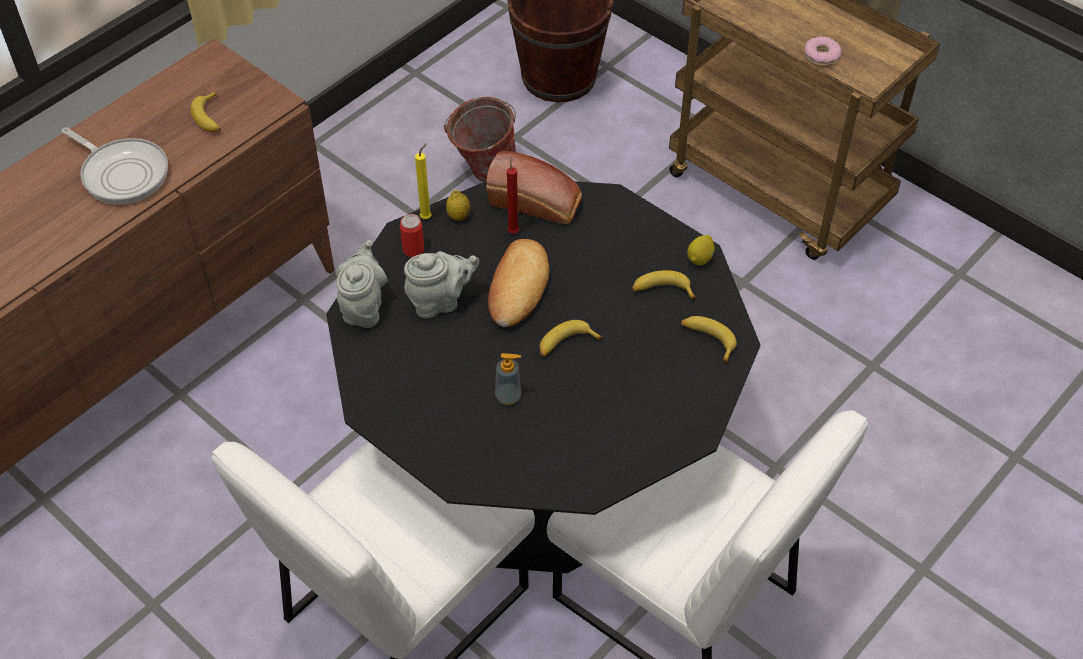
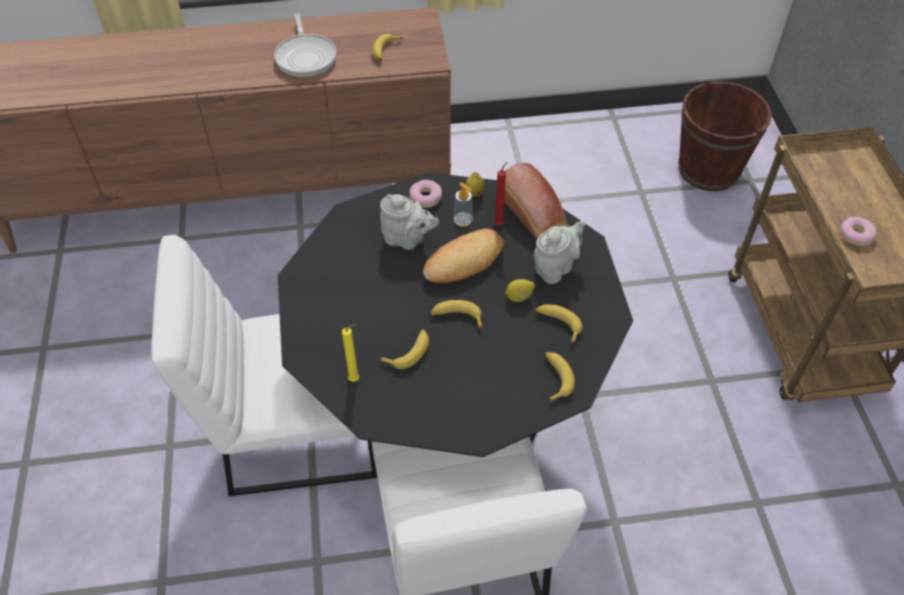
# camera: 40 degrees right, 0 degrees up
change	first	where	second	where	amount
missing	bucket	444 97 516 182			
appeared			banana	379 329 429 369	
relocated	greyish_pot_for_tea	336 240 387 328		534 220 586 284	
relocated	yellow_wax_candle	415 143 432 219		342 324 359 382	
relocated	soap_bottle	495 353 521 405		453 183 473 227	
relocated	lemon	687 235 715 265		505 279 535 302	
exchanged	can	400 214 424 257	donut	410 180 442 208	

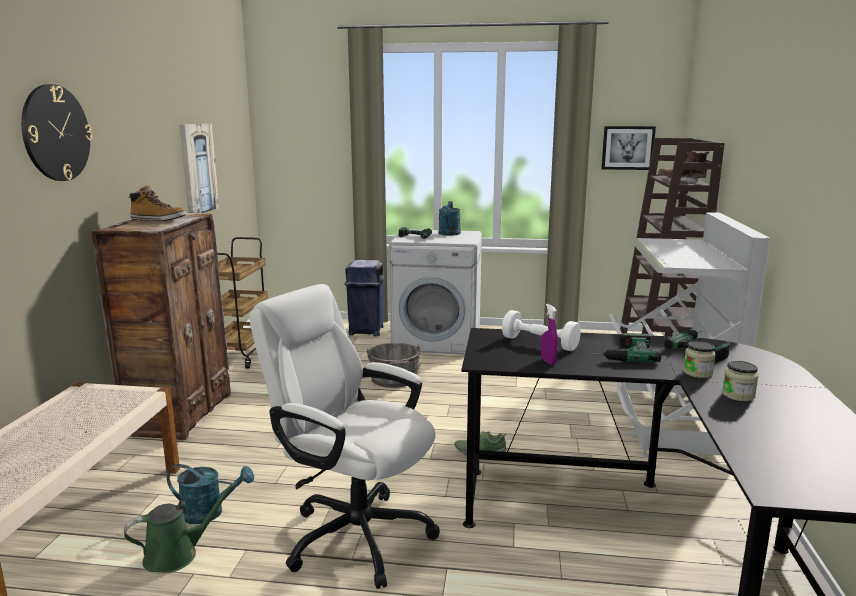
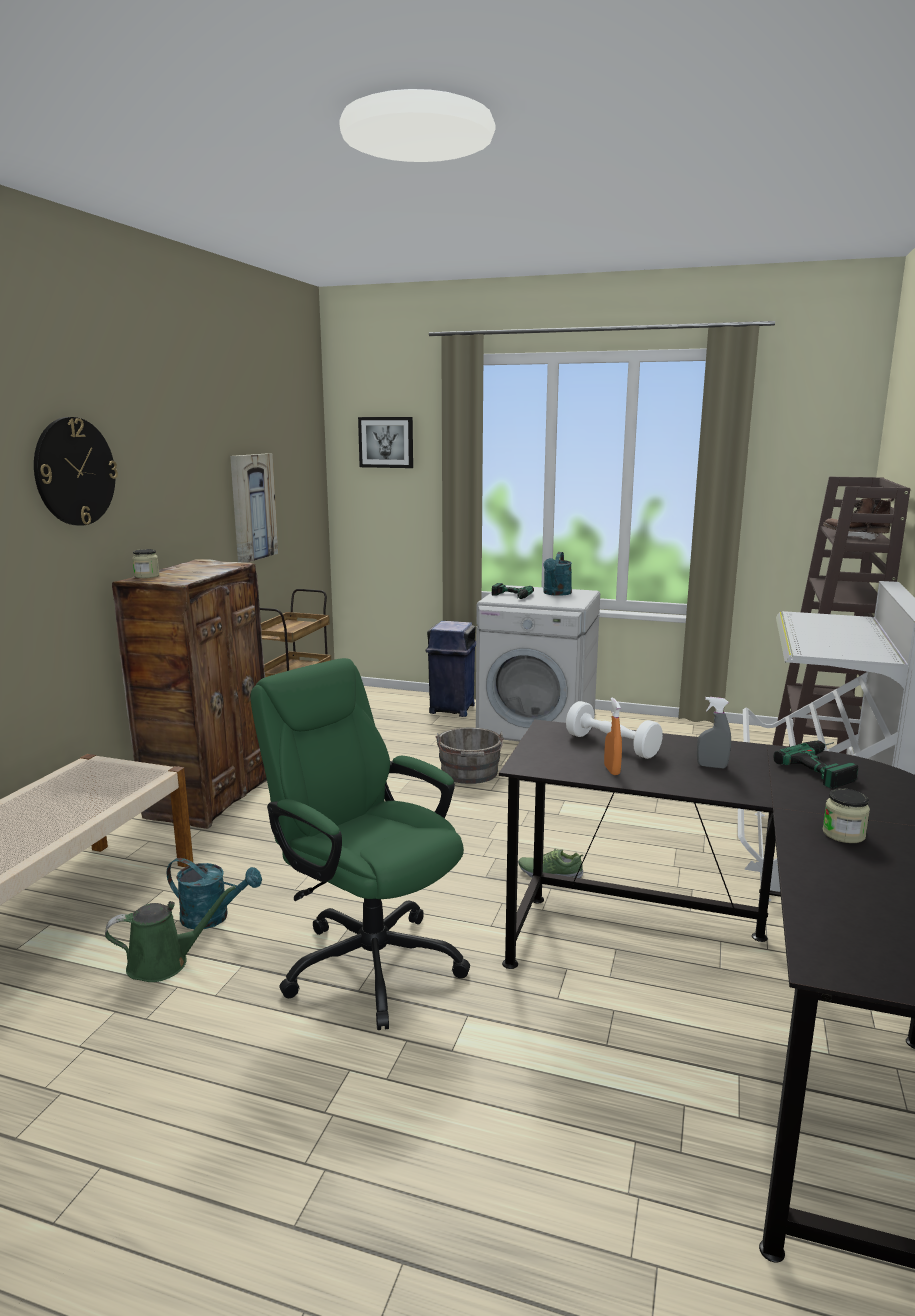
# camera: 10 degrees right, 0 degrees up
change	first	where	second	where	amount
missing	boot	128 185 186 221			
relocated	wall_art	601 126 656 170		358 417 413 468	
relocated	jar	683 341 715 378		132 549 160 578	
exchanged	drill	590 333 661 362	greyish_sprayer	697 697 731 769	
colour	whitish_desk_chair	249 284 440 589	green_desk_chair	251 658 470 1030	
colour	purple-coloured_sprayer	541 304 558 365	orange-coloured_sprayer	604 698 622 775	

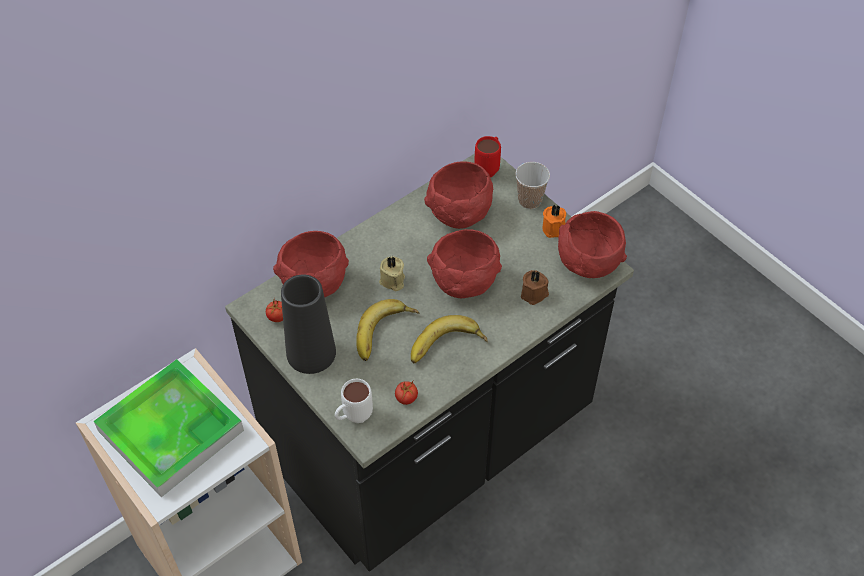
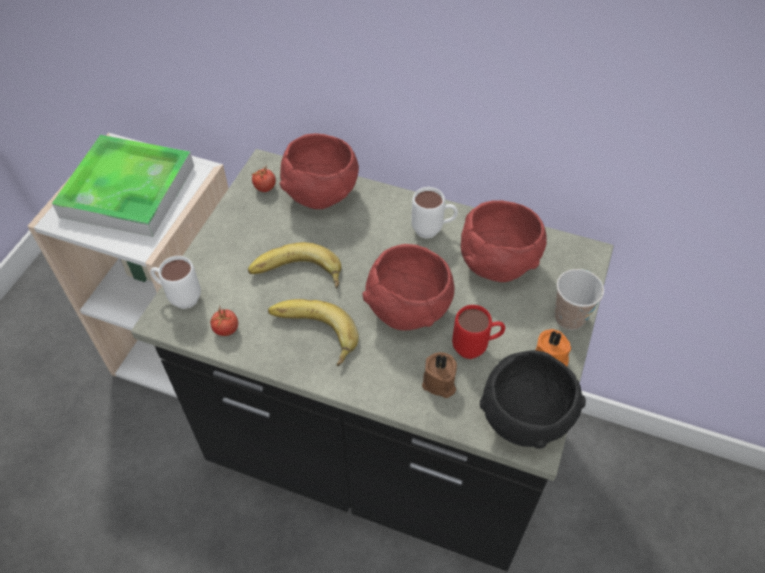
# camera: 60 degrees right, 0 degrees up
change	first	where	second	where	amount
missing	black-coloured_decorative_vase	281 275 336 374			
missing	beige_wax_candle	379 256 405 291			
appeared			whitish_mug	411 187 458 239	
relocated	reddish_mug	474 136 501 177		452 305 505 359	
colour	reddish_deep_dish	558 211 627 278	black-coloured_deep_dish	480 350 586 449	

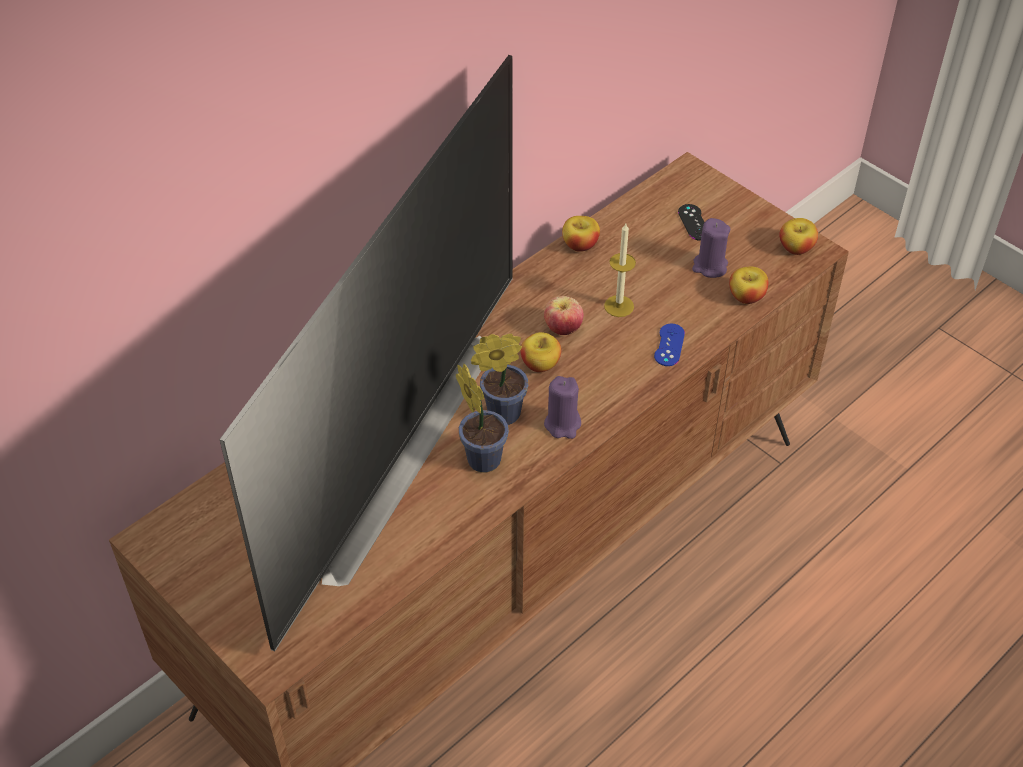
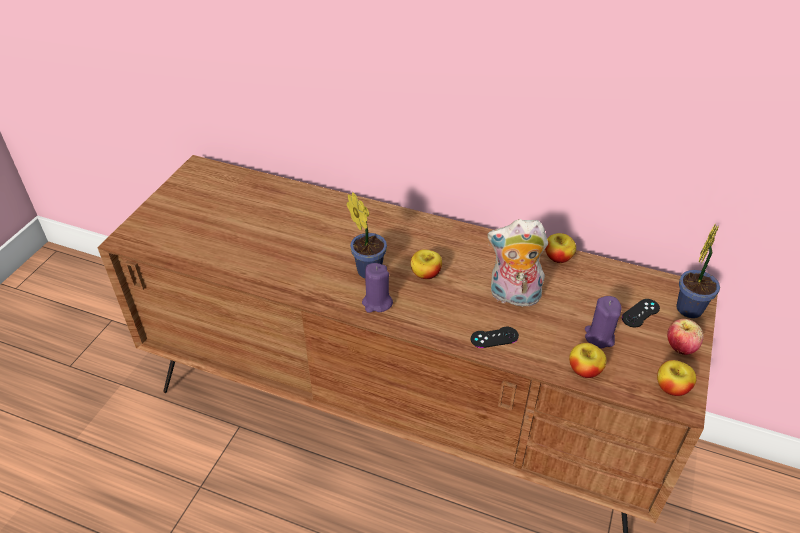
# camera: 65 degrees right, 5 degrees down
change	first	where	second	where	amount
missing	TV_set	219 55 513 652			
relocated	potted_plant	456 364 509 473		676 224 720 318	
relocated	whole_apple	544 296 584 335		667 319 704 355	
exchanged	wax_candle	604 224 636 317	plush_toy	488 219 548 307	
colour	blue-coloured_joypad	654 324 685 366	black-coloured_joypad	471 327 519 348	

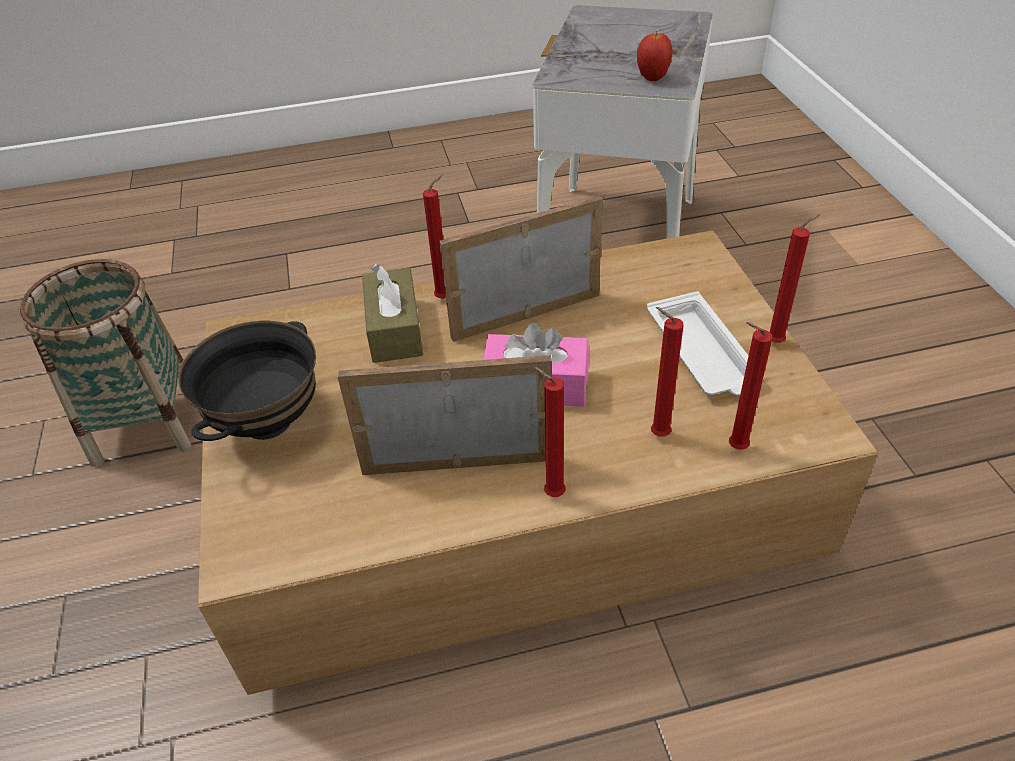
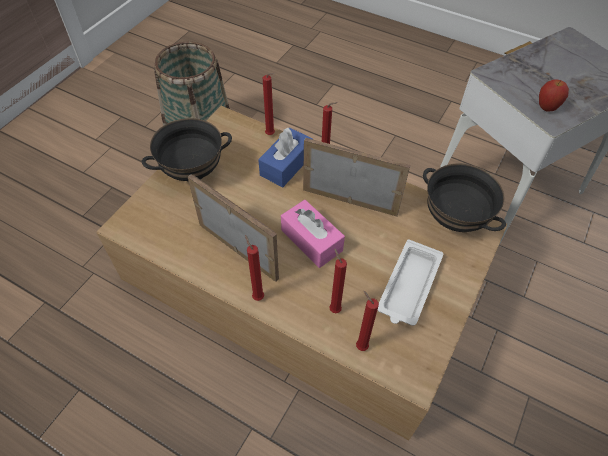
# camera: 40 degrees right, 10 degrees up
change	first	where	second	where	amount
appeared			black-coloured_deep_dish	423 163 506 232	
relocated	reddish_wax_candle	769 214 821 343		263 73 275 135	
colour	brown-coloured_tissue_holder	362 264 423 363	blue-coloured_tissue_holder	258 128 313 187	

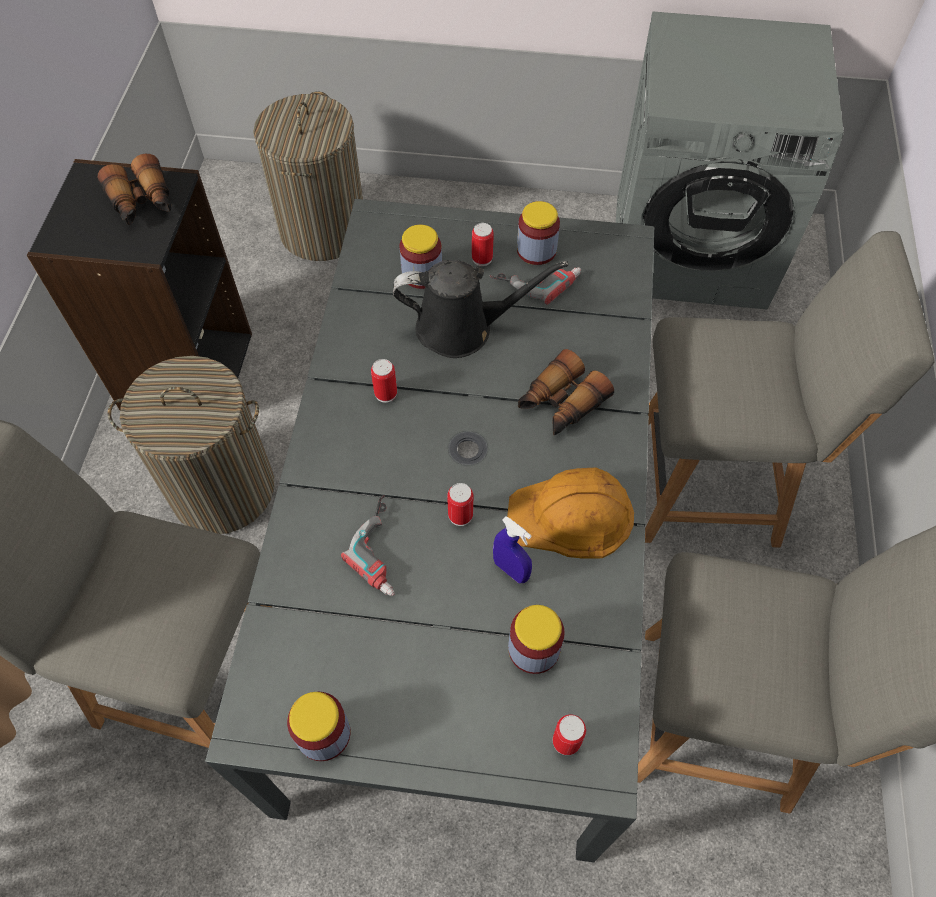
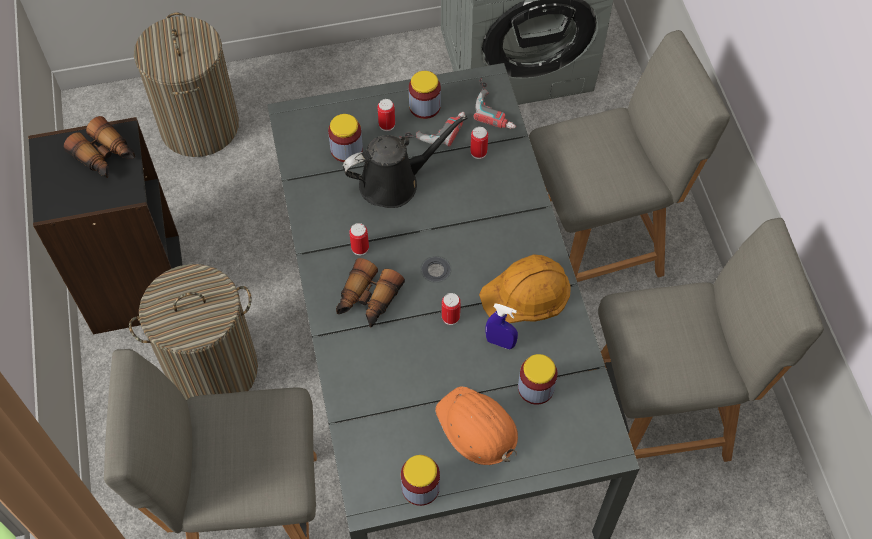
# camera: 20 degrees left, 0 degrees up
change	first	where	second	where	amount
appeared			orange-coloured_hard_hat	435 386 518 465	
relocated	drill	341 495 395 596		474 78 516 129	
relocated	pair_of_binoculars	518 349 614 435		336 258 405 327	
relocated	can	553 714 586 755		470 127 488 159	

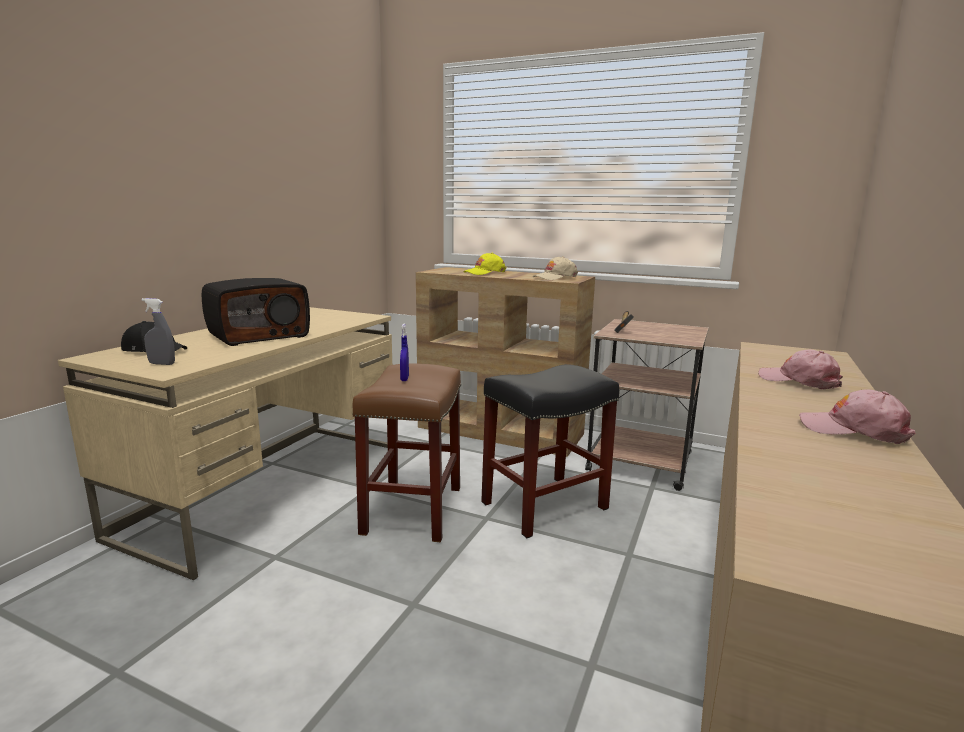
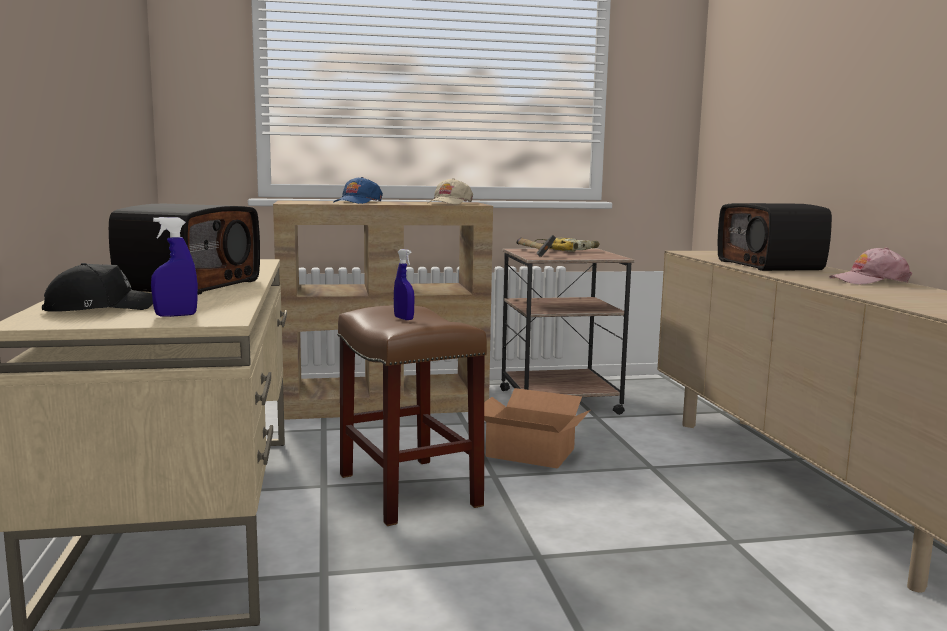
# camera: 35 degrees left, 5 degrees down
change	first	where	second	where	amount
appeared			drill	534 237 600 252	
exchanged	black-coloured_stool	481 364 619 538	cardboard_box	484 388 590 469	
exchanged	pinkish_cap	758 350 843 390	radio_set	718 203 832 271	
colour	greyish_sprayer	142 298 175 365	blue-coloured_sprayer	151 217 198 317	
colour	yellow_cap	463 253 507 275	blue-coloured_cap	333 177 383 204	

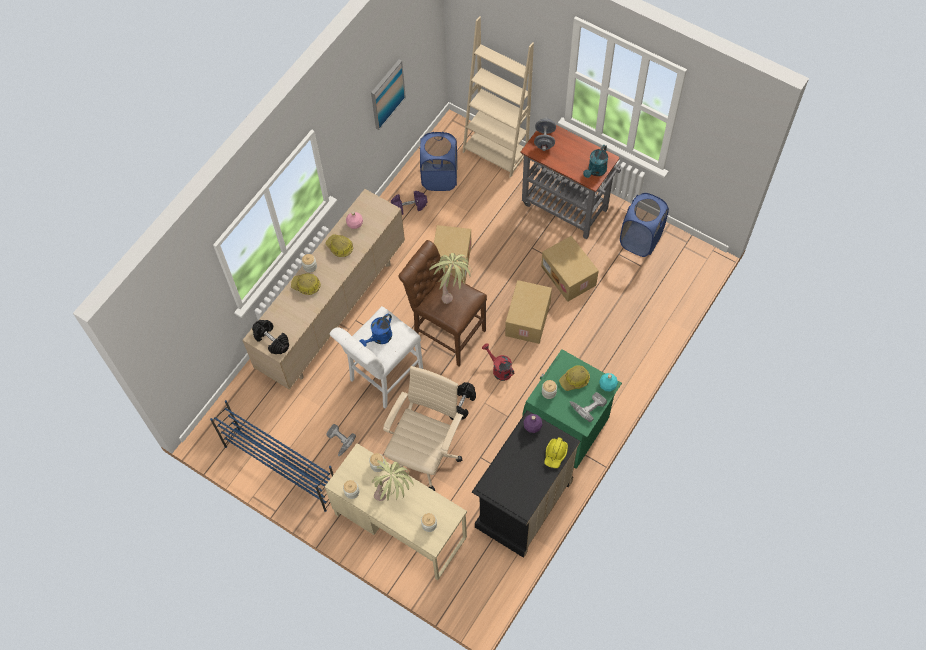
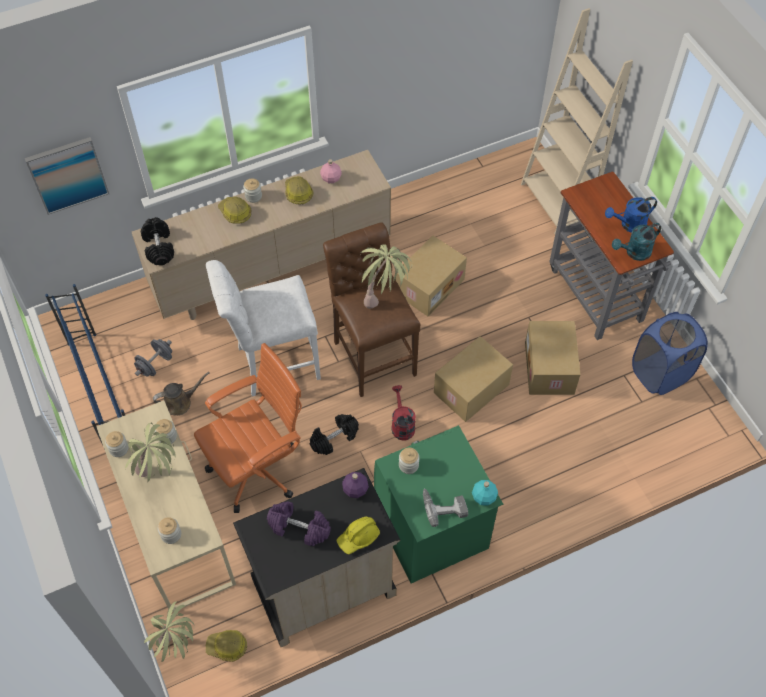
# camera: 30 degrees right, 5 degrees down
change	first	where	second	where	amount
missing	blue-coloured_washing_basket	420 132 457 191			
appeared			potted_plant	144 601 194 662	
relocated	blue-coloured_watering_pot	359 313 392 347		605 197 657 233	
relocated	wall_art	371 60 406 130		25 137 109 215	
relocated	purple-coloured_dumbbell	390 191 428 215		267 501 331 546	
relocated	greyish_dumbbell	534 117 556 151		134 339 172 377	
relocated	hard_hat	559 366 590 391		206 630 247 662	
exchanged	drill	326 424 356 456	brown-coloured_watering_pot	153 372 209 416	
colour	beige_desk_chair	383 366 464 491	orange-coloured_desk_chair	194 343 302 513	

